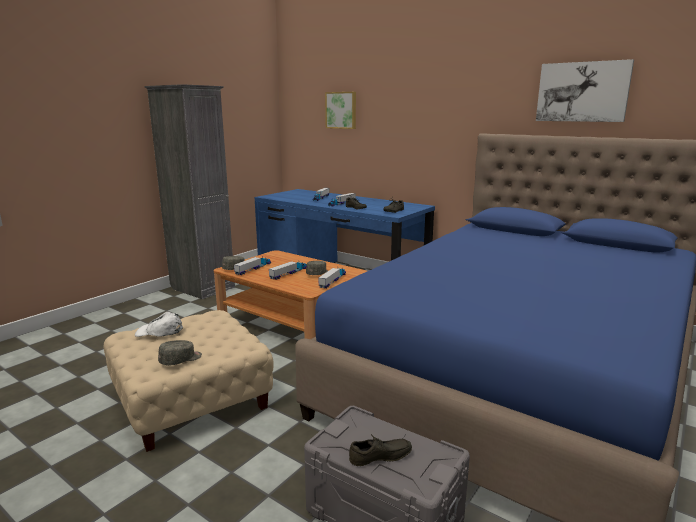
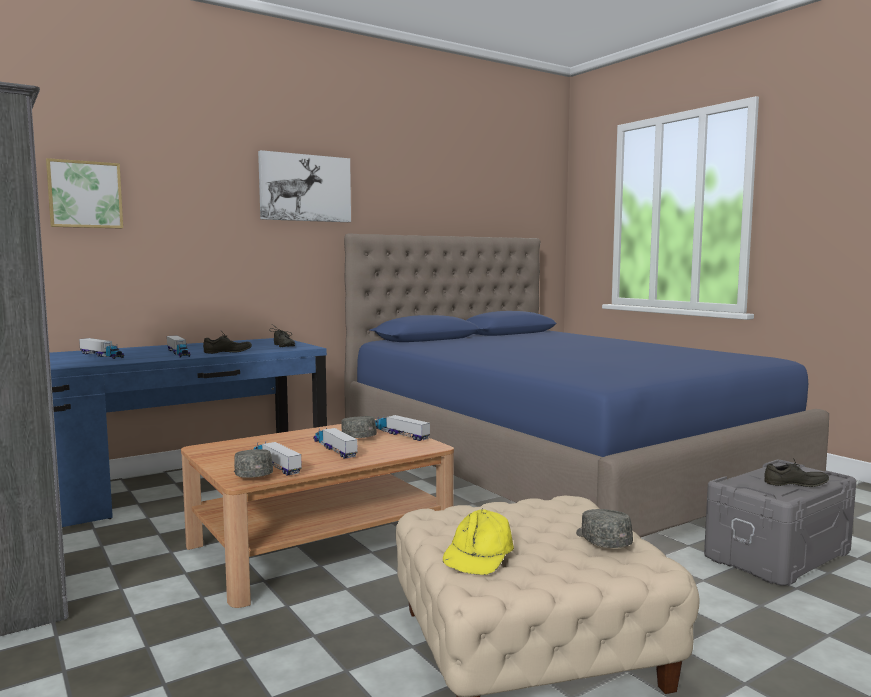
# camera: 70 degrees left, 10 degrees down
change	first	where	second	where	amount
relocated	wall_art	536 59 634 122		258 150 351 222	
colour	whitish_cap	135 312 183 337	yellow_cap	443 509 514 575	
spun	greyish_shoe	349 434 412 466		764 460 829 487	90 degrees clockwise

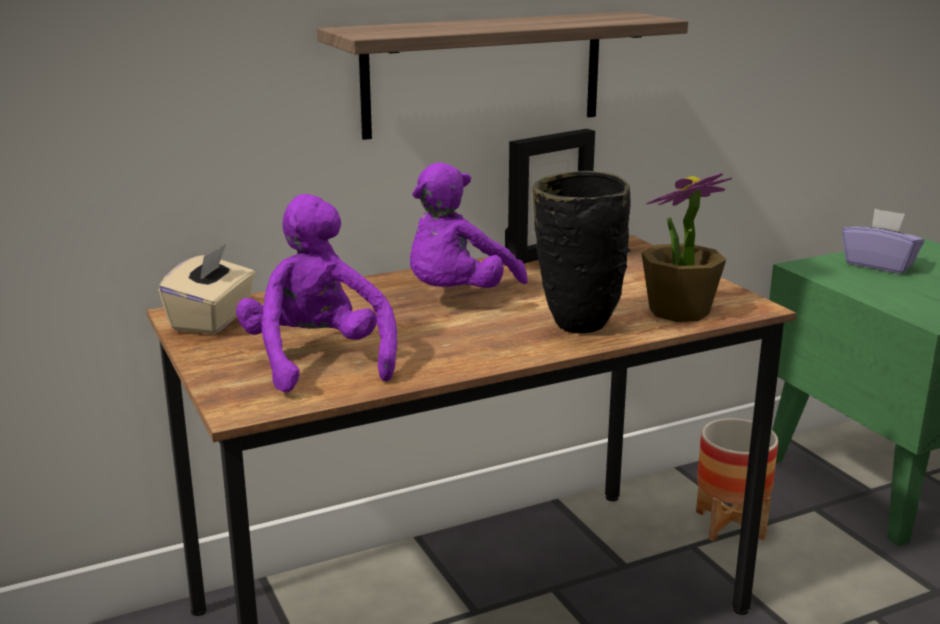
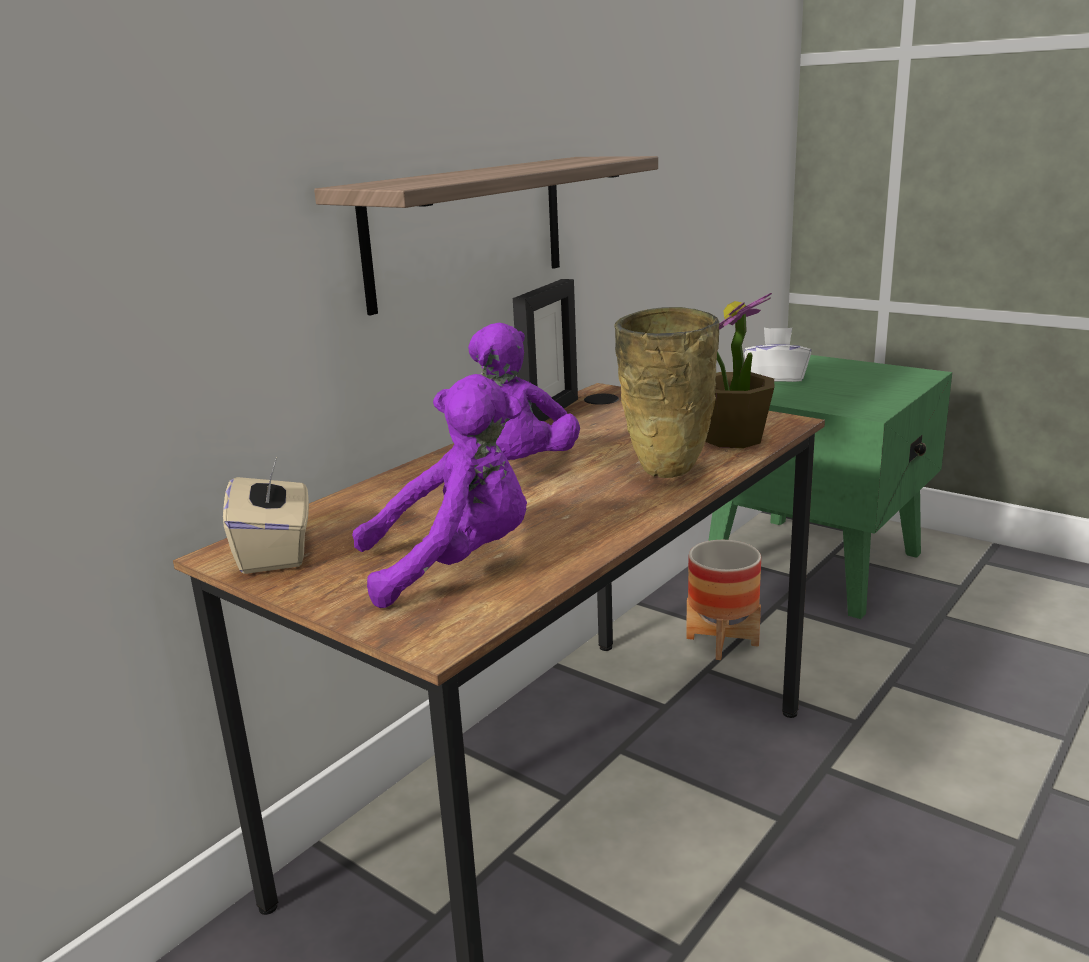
# camera: 25 degrees left, 0 degrees up
change	first	where	second	where	amount
colour	black-coloured_decorative_vase	532 171 630 333	beige_decorative_vase	614 307 720 478	
colour	purple-coloured_tissue_holder	842 208 924 274	whitish_tissue_holder	744 328 811 382	
spun	purple-coloured_plush_toy	236 194 397 393		352 374 527 608	120 degrees clockwise

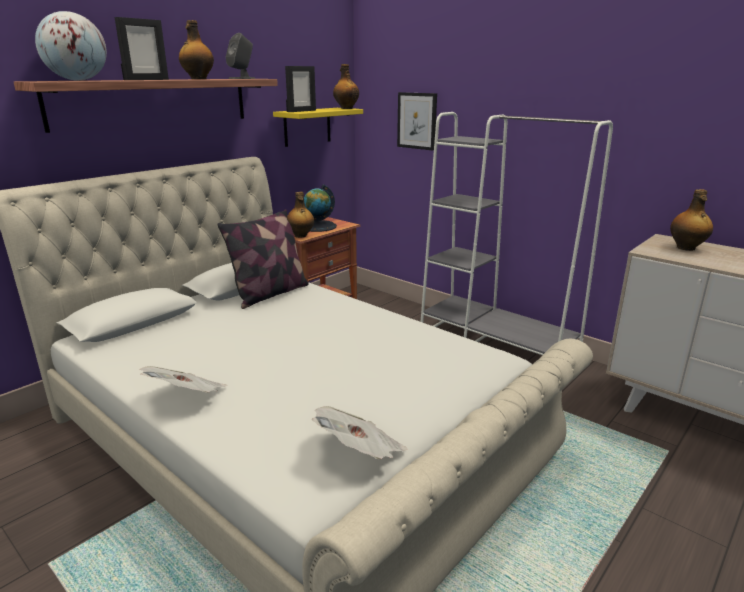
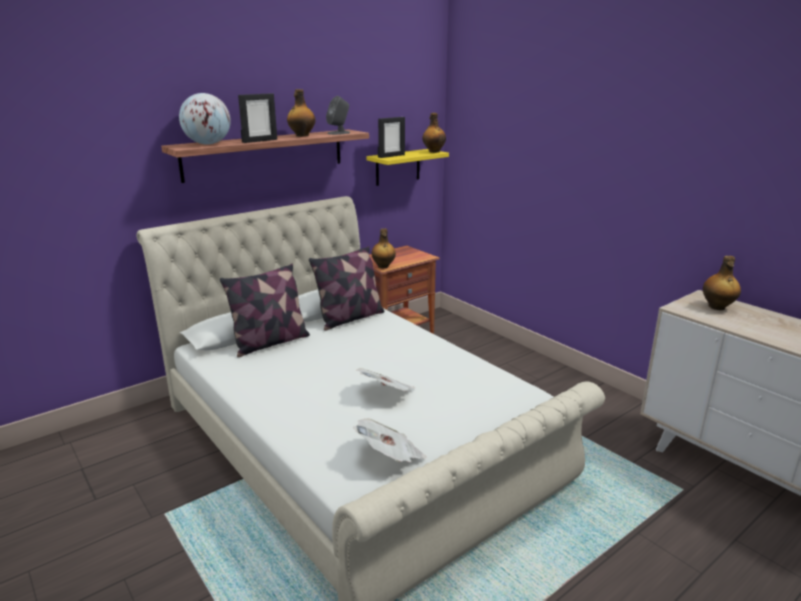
# camera: 10 degrees right, 0 degrees up
change	first	where	second	where	amount
missing	world_globe	304 184 337 232			
missing	wall_art	397 92 437 151			
missing	greyish_garment_stand	421 112 613 355			
appeared			pillow	220 264 310 357	
relocated	newspaper	140 366 227 393		357 368 416 392	

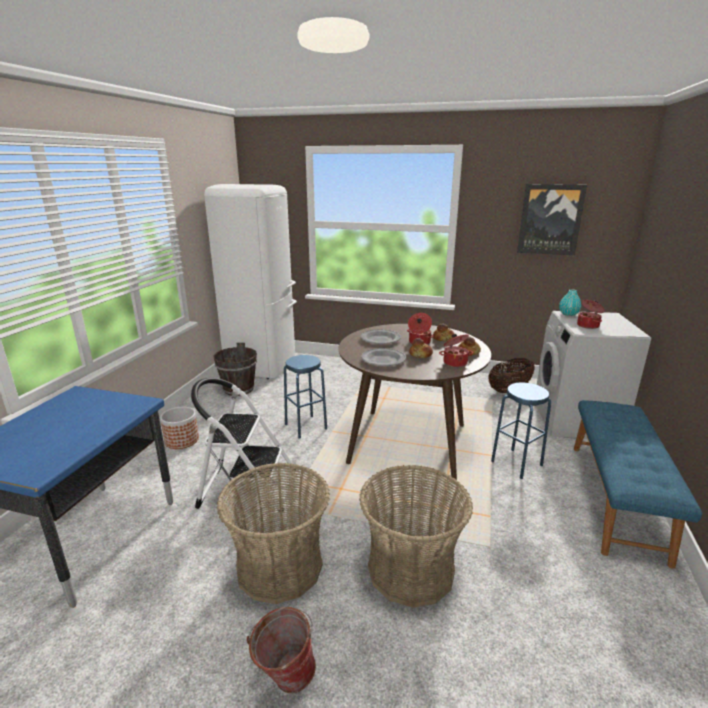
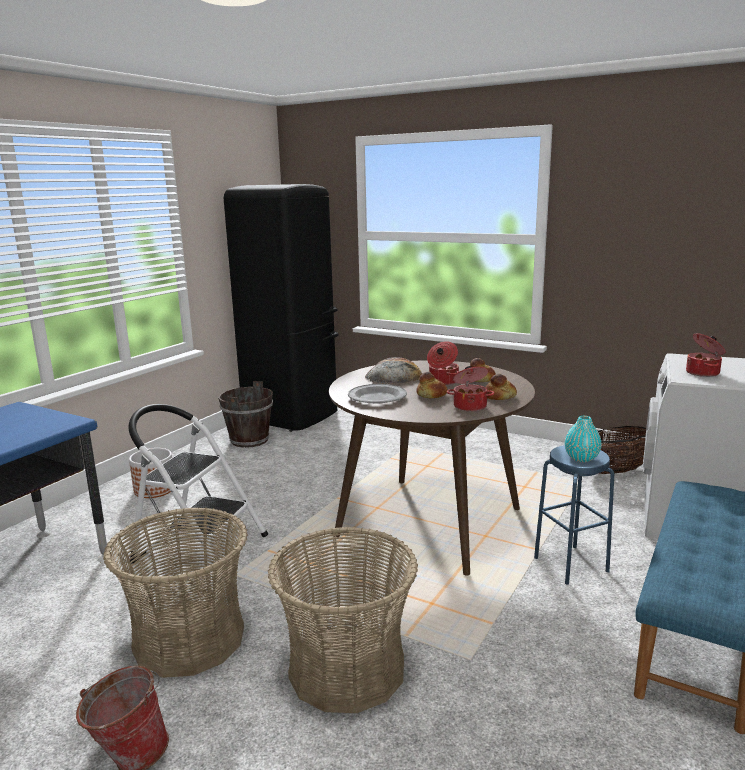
# camera: 15 degrees right, 5 degrees down
change	first	where	second	where	amount
missing	blue-coloured_stool	284 355 327 438			
missing	wall_art	517 184 587 255			
relocated	turquoise_decorative_vase	559 290 581 316		565 416 602 462	
exchanged	greyish_flat_dish	361 330 401 344	baked_bread	365 357 422 383	
colour	whitish_refrigerator	204 184 297 379	black-coloured_refrigerator	224 184 339 432	

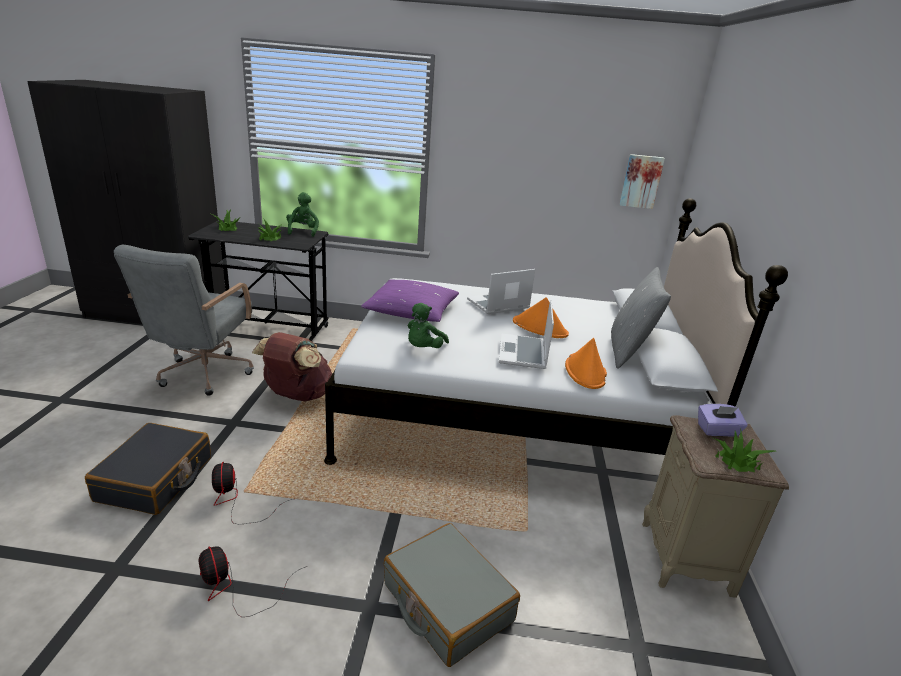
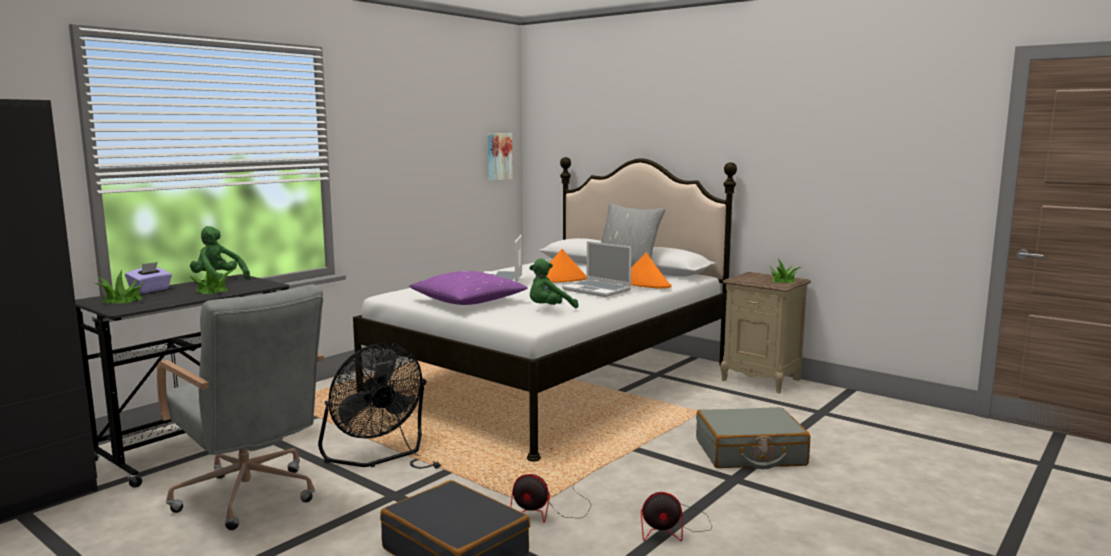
# camera: 55 degrees left, 15 degrees down
change	first	where	second	where	amount
relocated	purple-coloured_tissue_holder	698 404 748 437		125 262 172 293	
exchanged	brown-coloured_rucksack	252 332 332 402	black-coloured_fan	318 343 441 469	
spun	green_plush_toy	408 303 449 348		529 258 579 308	90 degrees clockwise

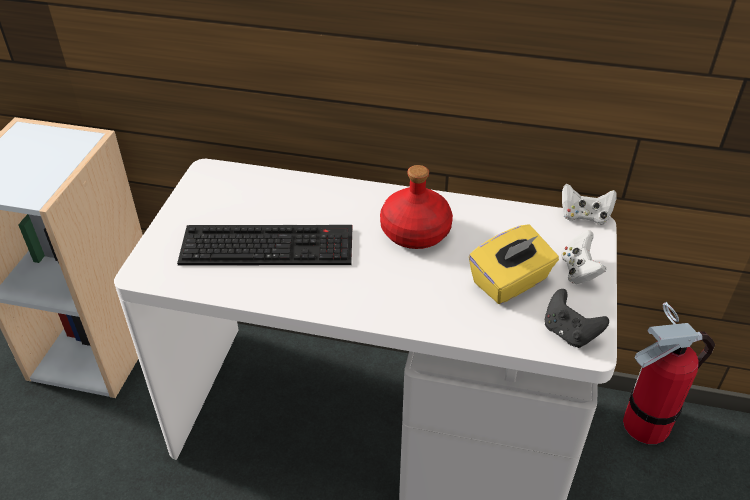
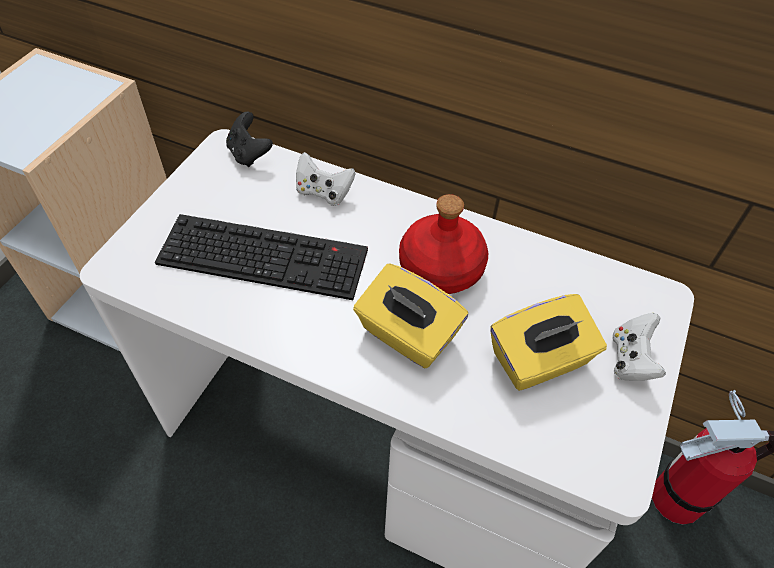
# camera: 10 degrees right, 10 degrees up
change	first	where	second	where	amount
appeared			yellow_tissue_holder	353 263 468 368	
relocated	black-coloured_joypad	545 289 609 348		226 112 273 167	
relocated	whitish_joypad	562 184 617 225		296 152 356 206	

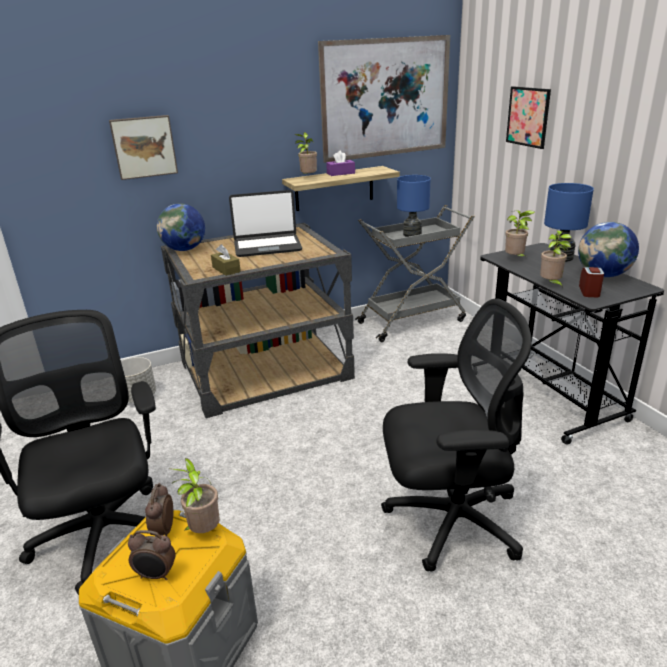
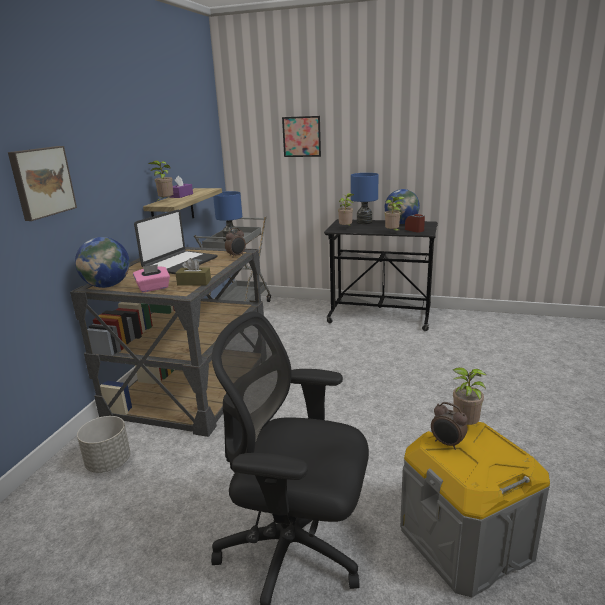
# camera: 50 degrees left, 5 degrees down
change	first	where	second	where	amount
missing	wall_art	318 35 450 163			
missing	black-coloured_desk_chair	381 298 532 571			
appeared			pinkish_tissue_holder	133 264 170 293	
relocated	alarm_clock	128 530 176 580		225 228 246 258	

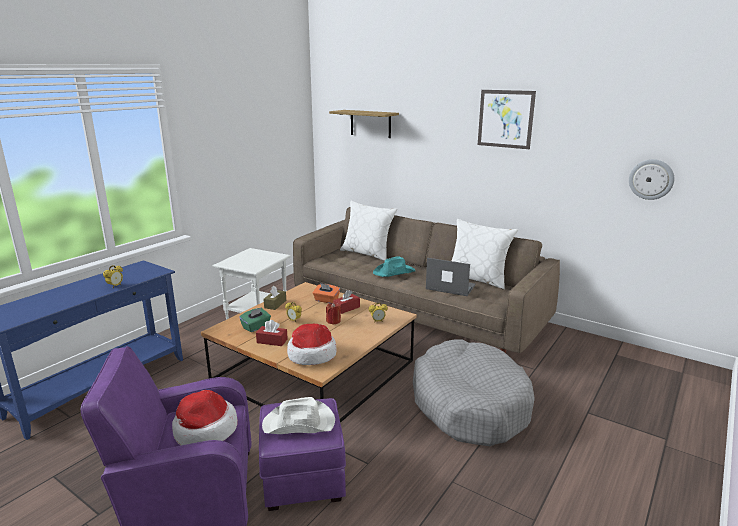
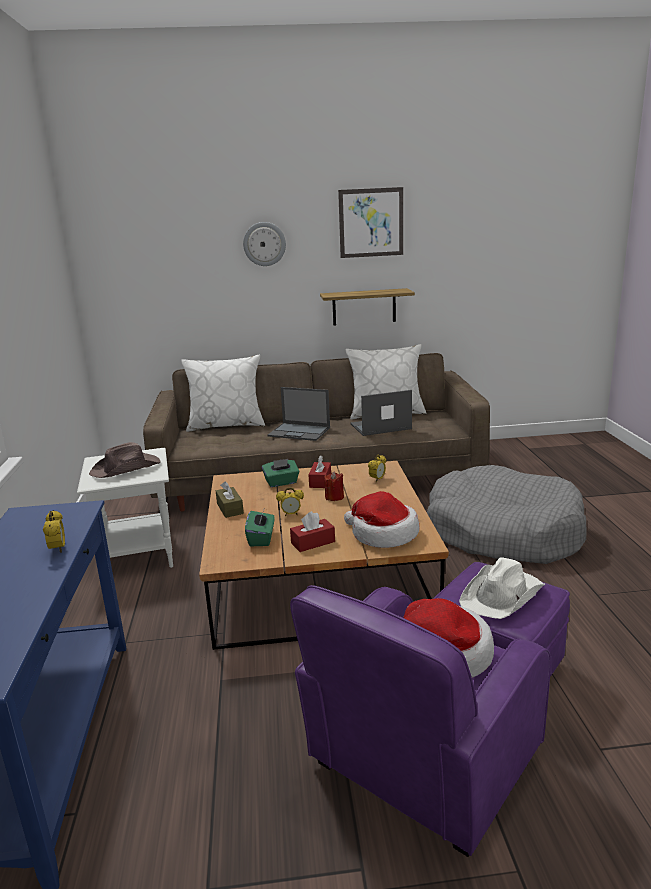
# camera: 40 degrees left, 0 degrees up
change	first	where	second	where	amount
appeared			brown-coloured_wearable_hat	89 442 161 478	
relocated	bracket_shelf	329 110 399 138		320 288 415 326	
relocated	wall_clock	629 159 675 200		243 222 286 266	
exchanged	turquoise_wearable_hat	373 256 415 277	laptop	268 387 330 441	
colour	orange-coloured_tissue_holder	313 283 340 304	green_tissue_holder	262 459 300 487	

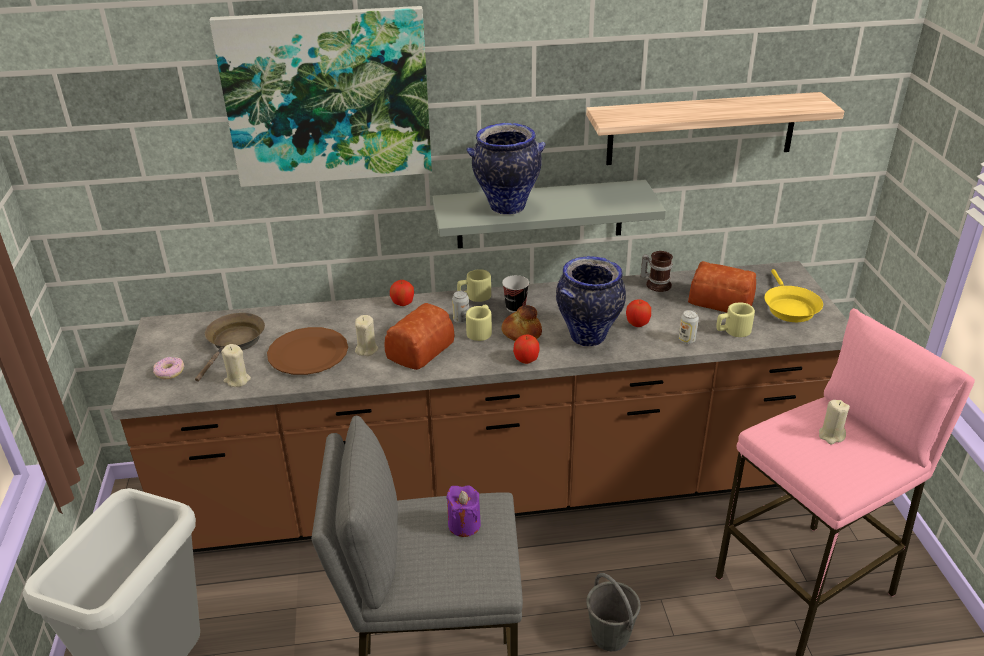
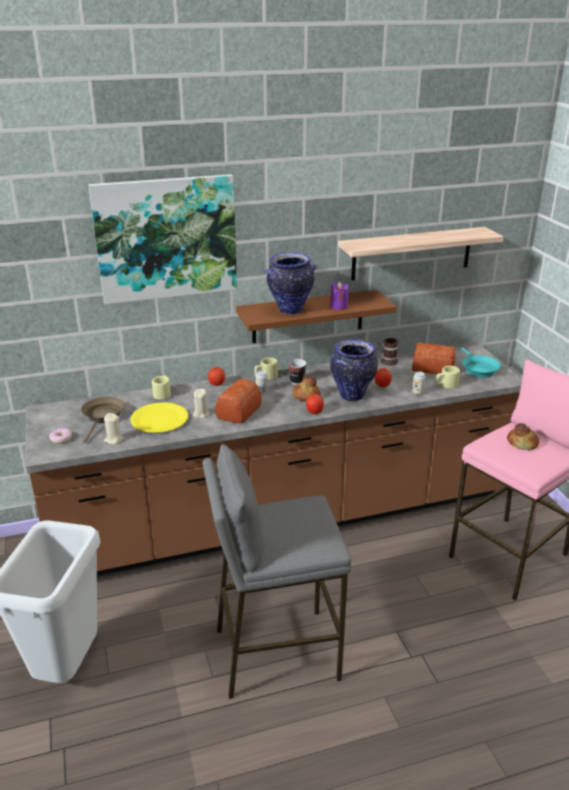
# camera: 10 degrees left, 5 degrees down
change	first	where	second	where	amount
missing	greyish_bucket	586 573 641 651			
relocated	purple-coloured_wax_candle	446 485 481 537		330 282 349 310	
relocated	beige_mug	466 305 492 341		152 375 171 400	
exchanged	beige_wax_candle	819 400 850 444	baked_bread	507 423 539 450	
colour	brown-coloured_flat_dish	267 327 348 375	yellow_flat_dish	130 402 188 433	
colour	greyish_bracket_shelf	433 180 666 248	brown-coloured_bracket_shelf	236 290 397 343	
colour	yellow_pan	764 269 823 322	turquoise_pan	461 347 501 377	

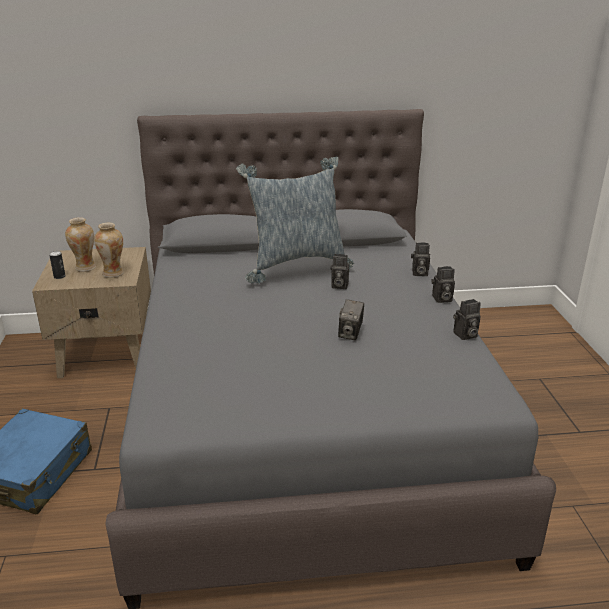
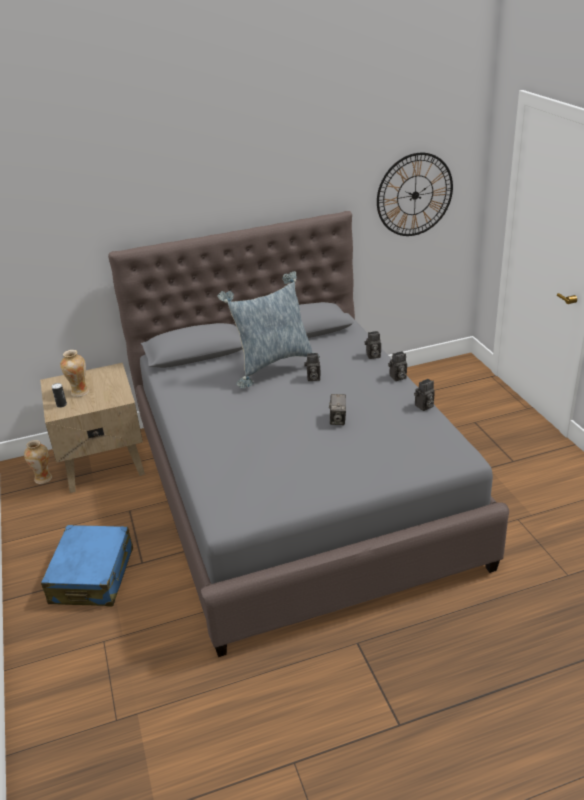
# camera: 10 degrees left, 5 degrees up
change	first	where	second	where	amount
appeared			wall_clock	377 153 453 236	
relocated	decorative_vase	94 223 124 278		24 440 52 484	

